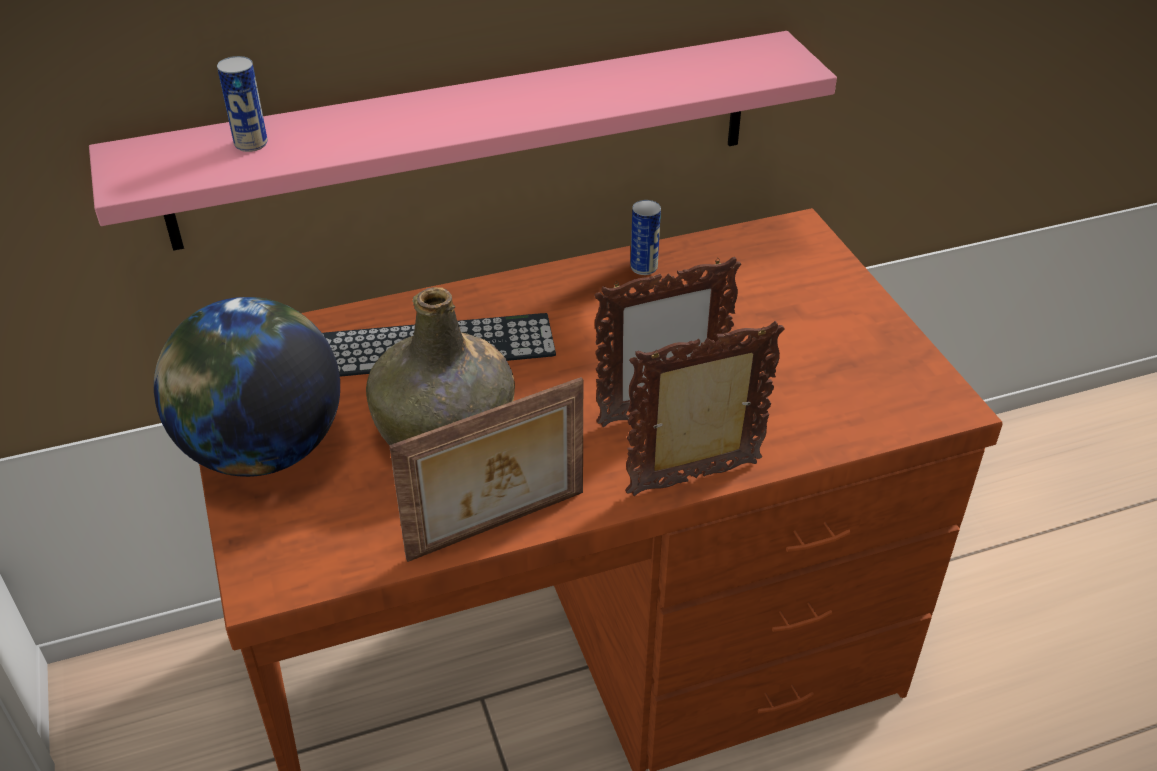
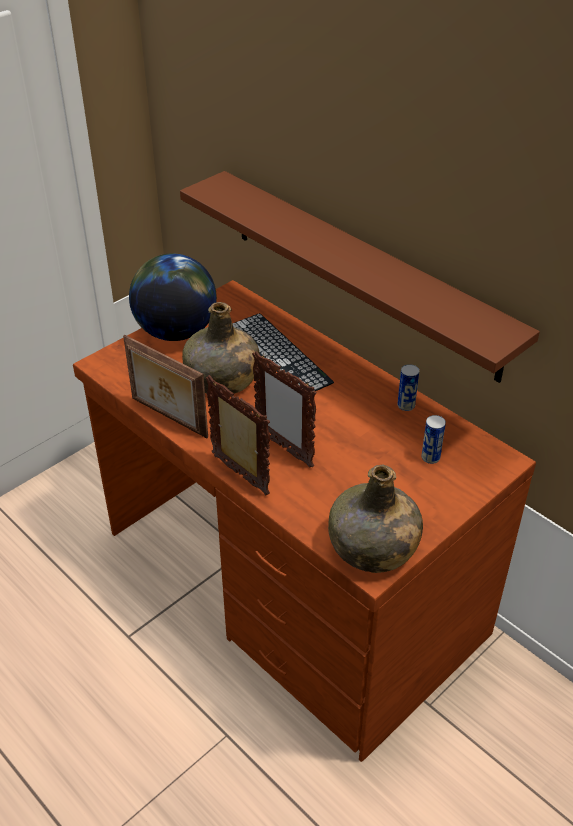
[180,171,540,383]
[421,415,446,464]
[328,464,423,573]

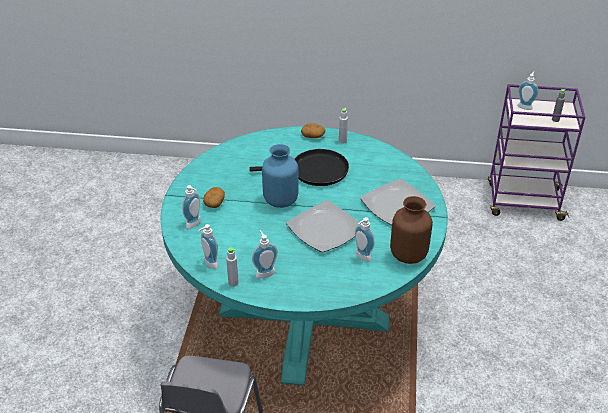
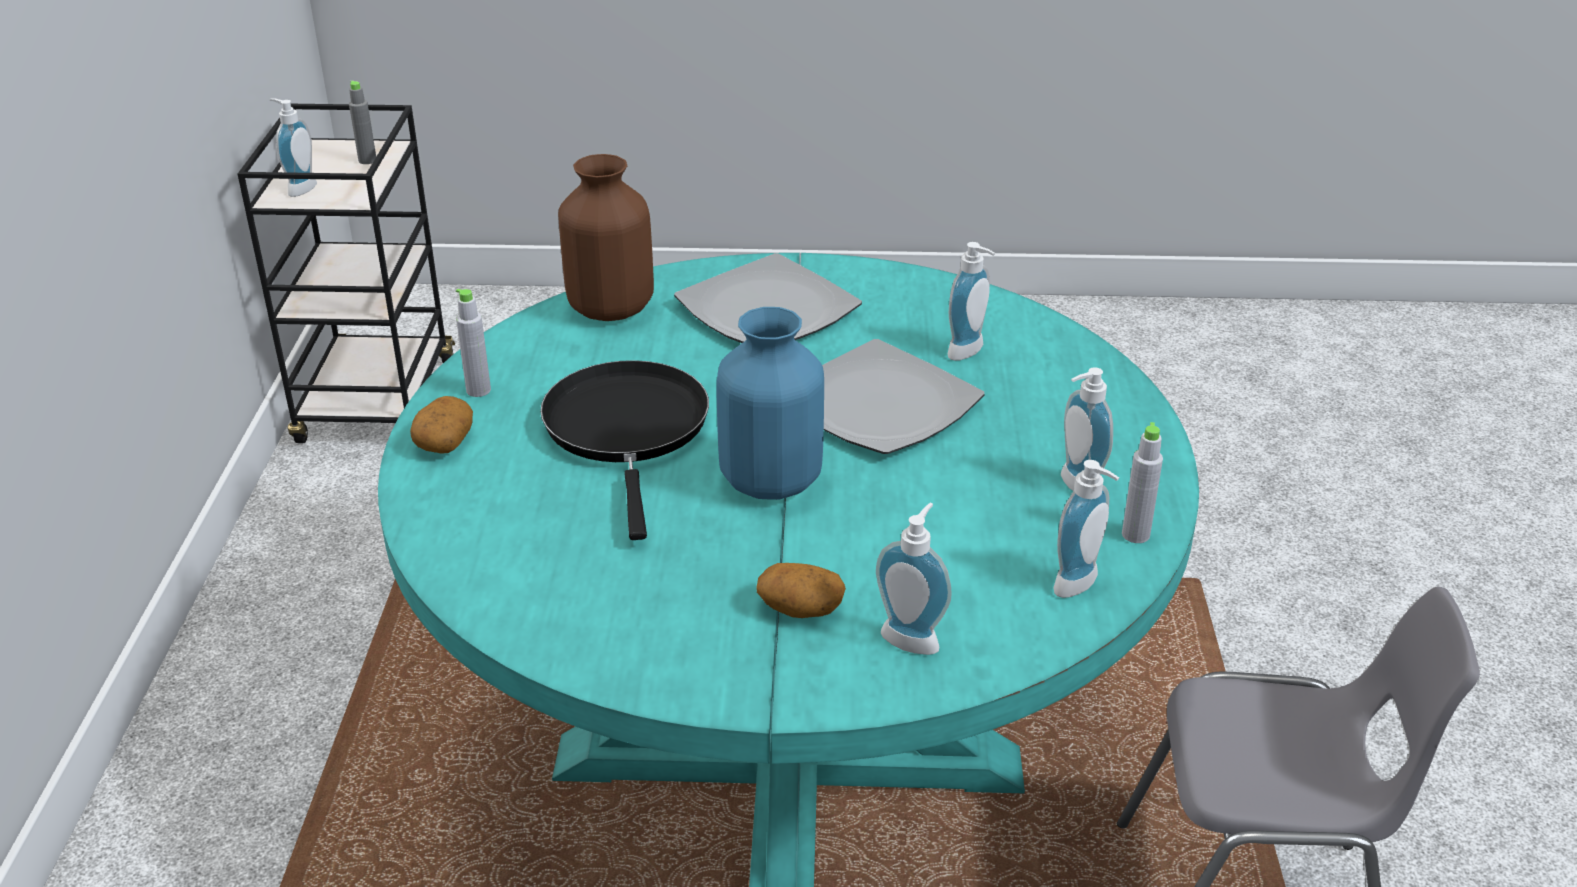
[238,104,455,443]
[558,154,654,321]

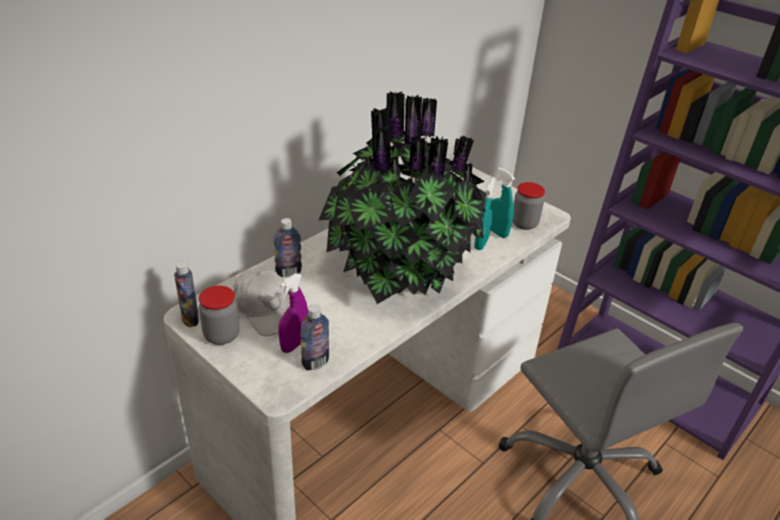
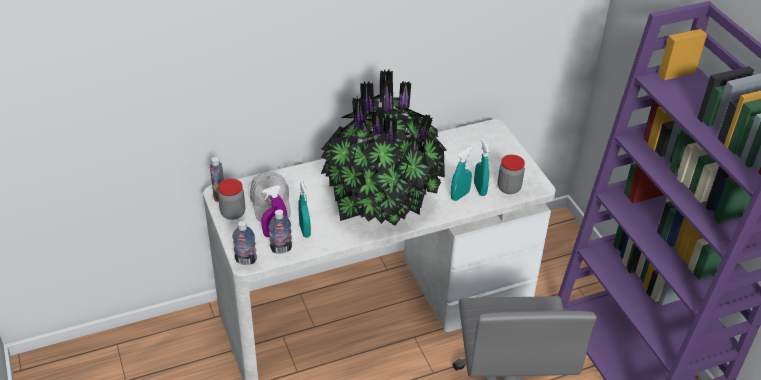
[232,221,257,265]
[298,182,311,238]

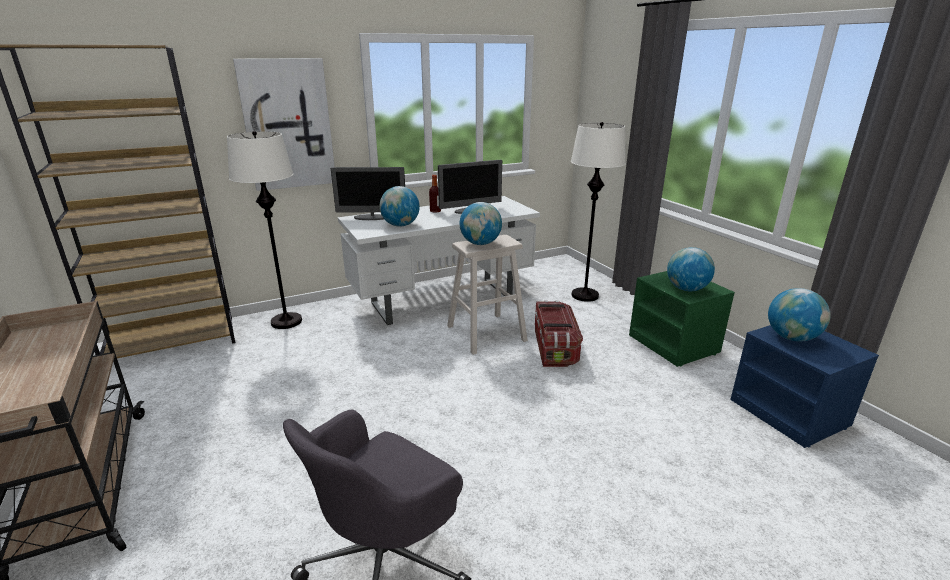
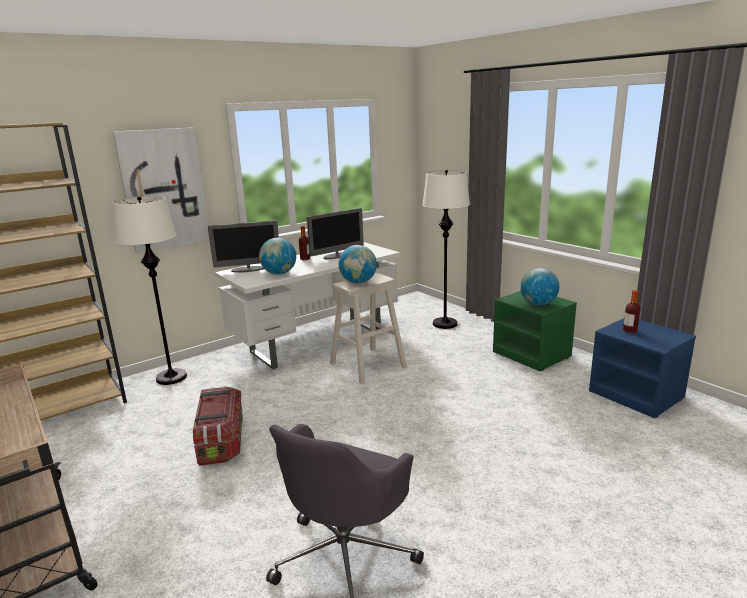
[623,290,640,333]
[193,386,243,466]

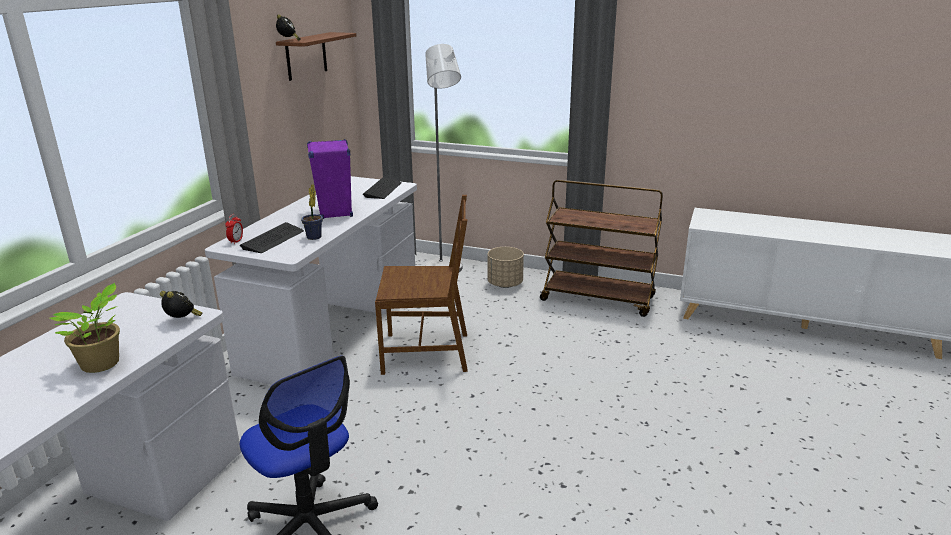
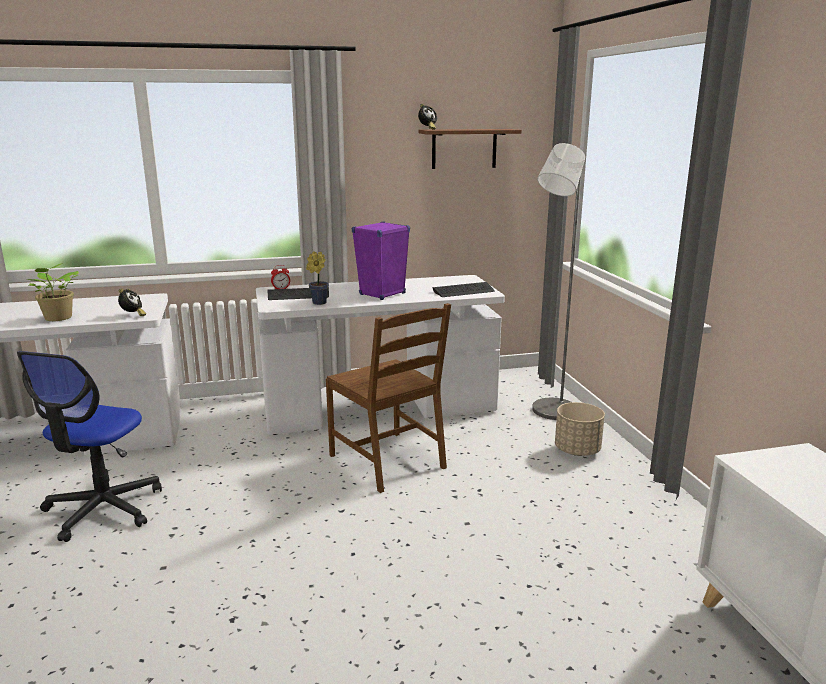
[540,180,663,317] (first image)

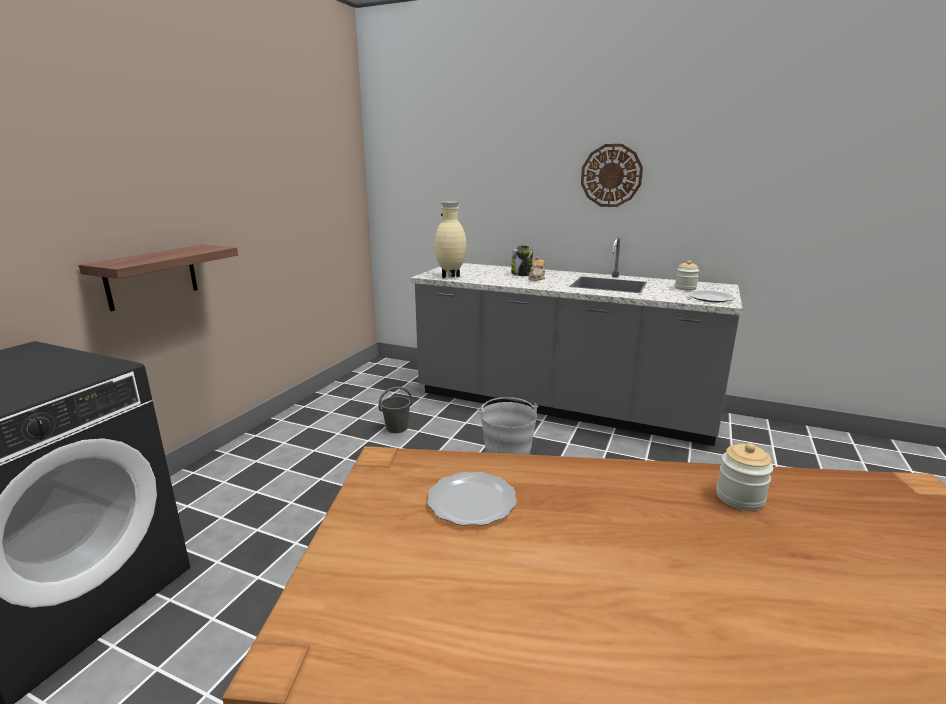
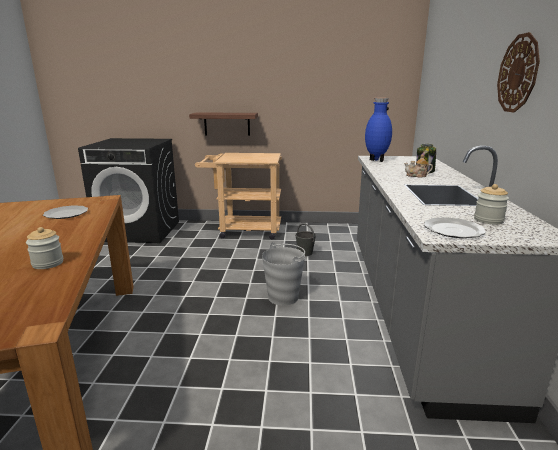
[365,98,392,162]
[195,153,282,239]

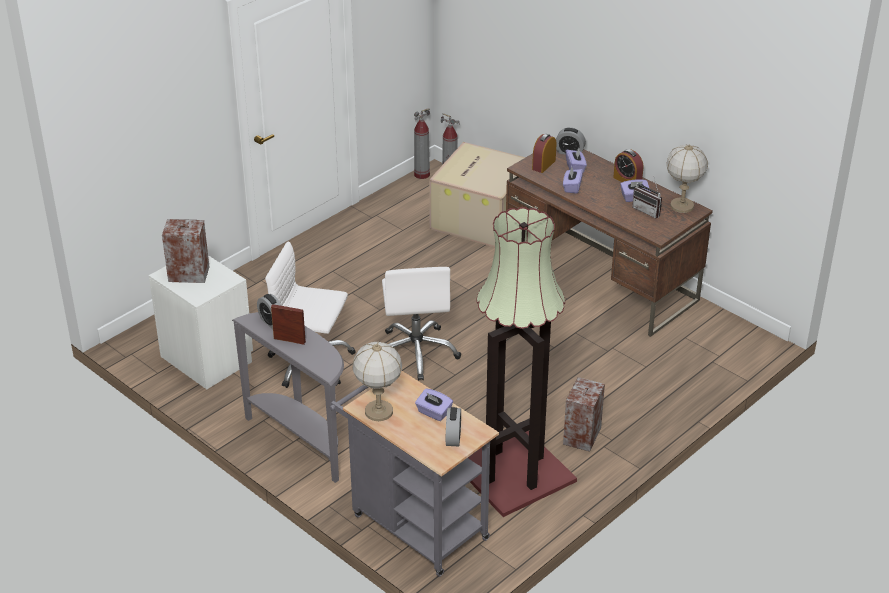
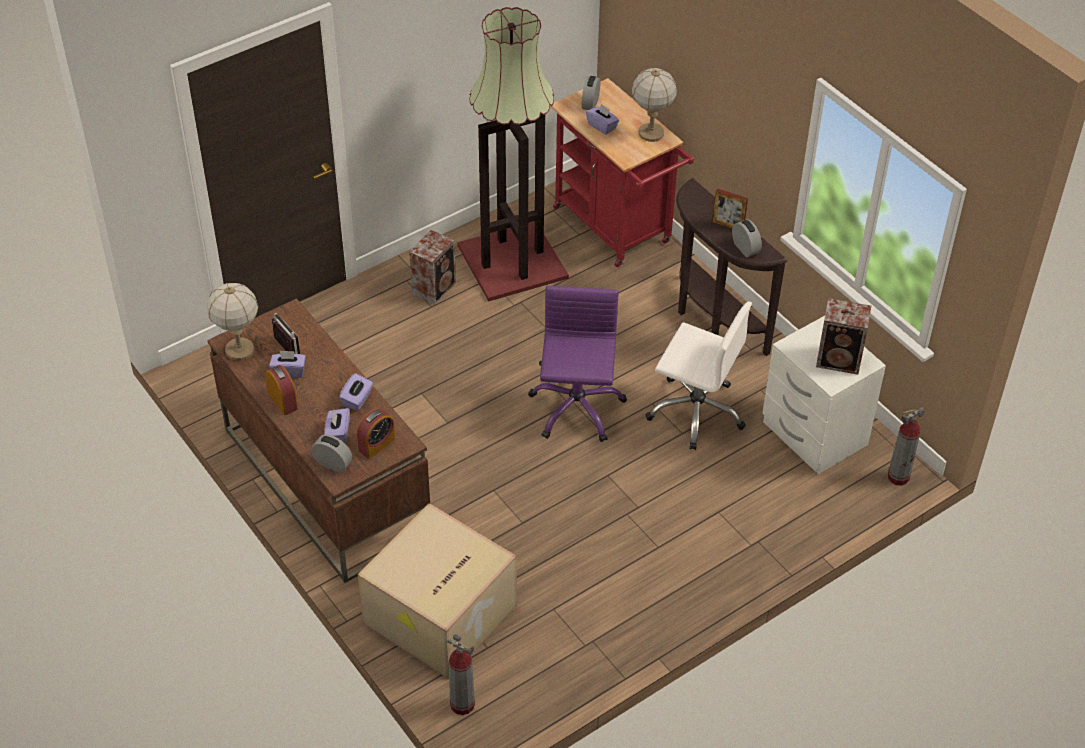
[888,407,925,486]
[528,286,627,442]
[676,178,788,356]
[550,78,694,267]

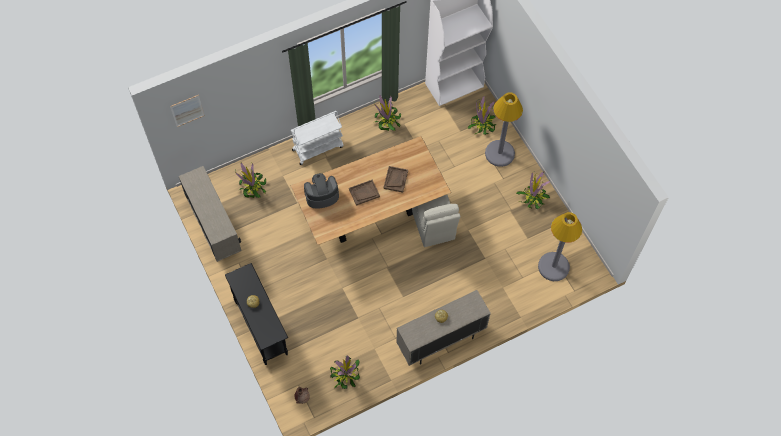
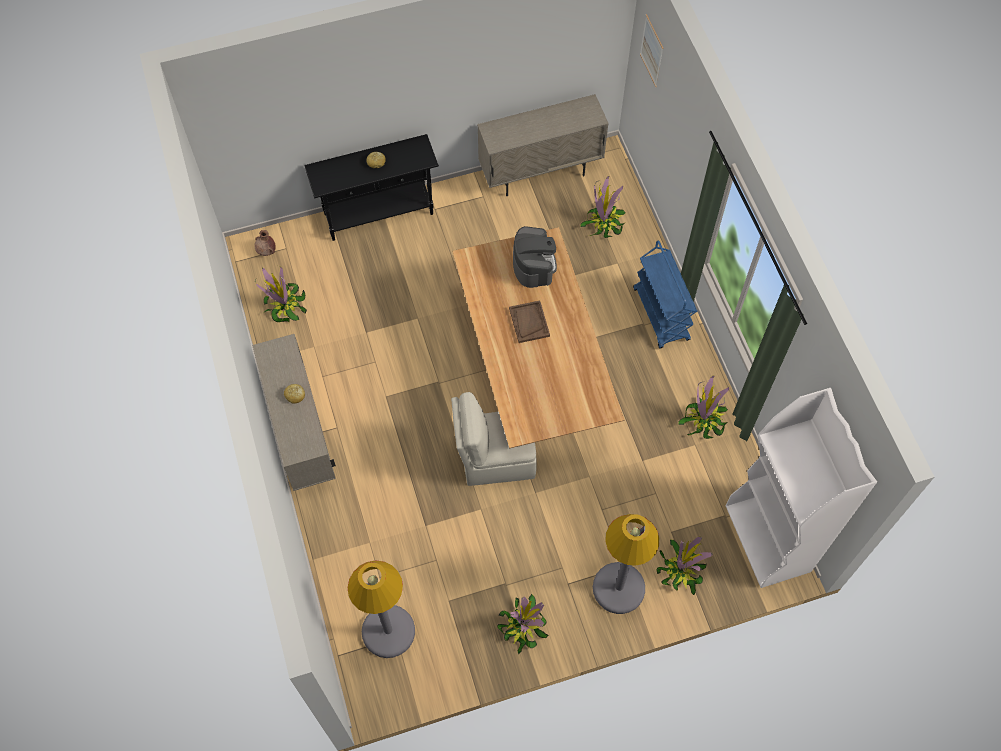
[633,240,697,349]
[383,166,408,193] (first image)

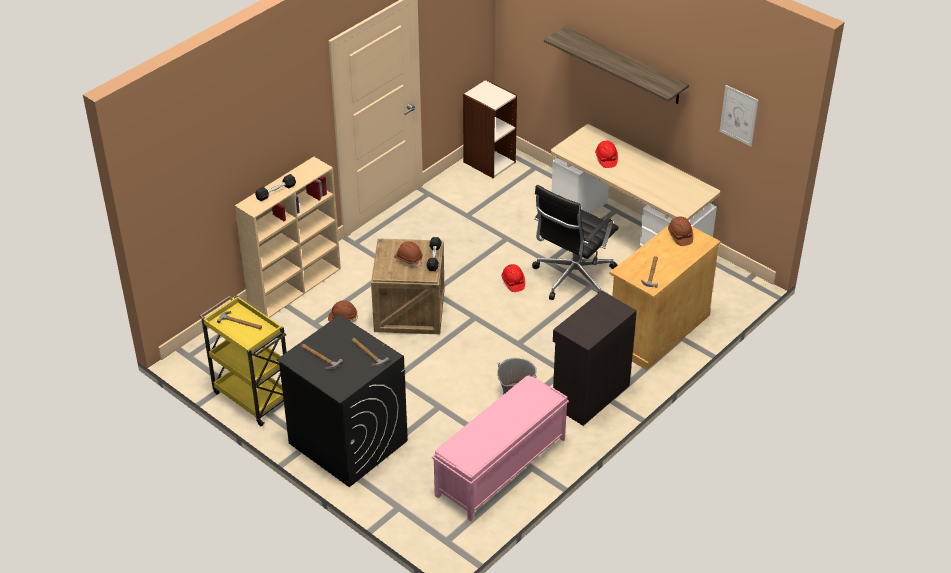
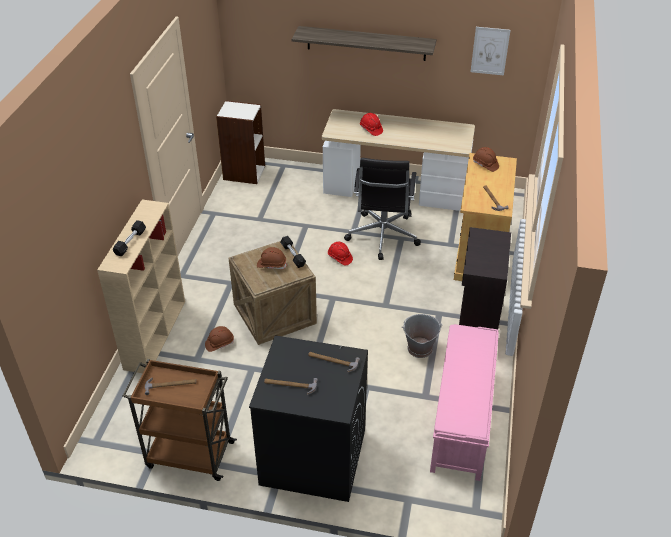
[122,359,237,481]

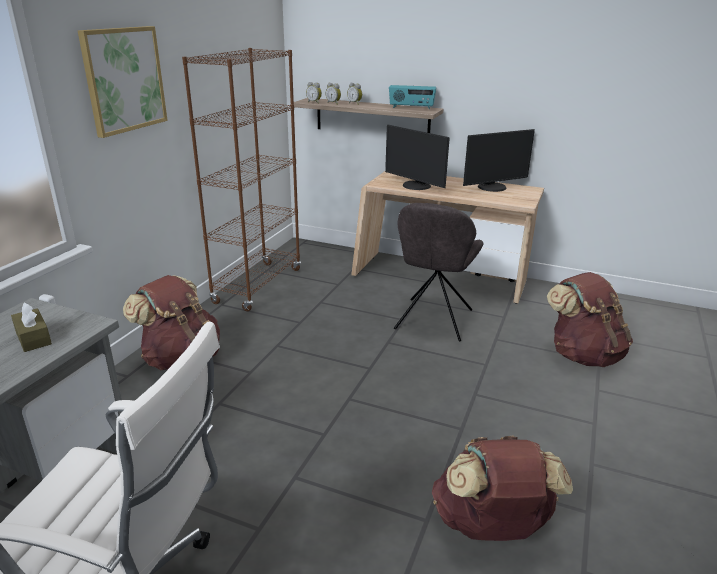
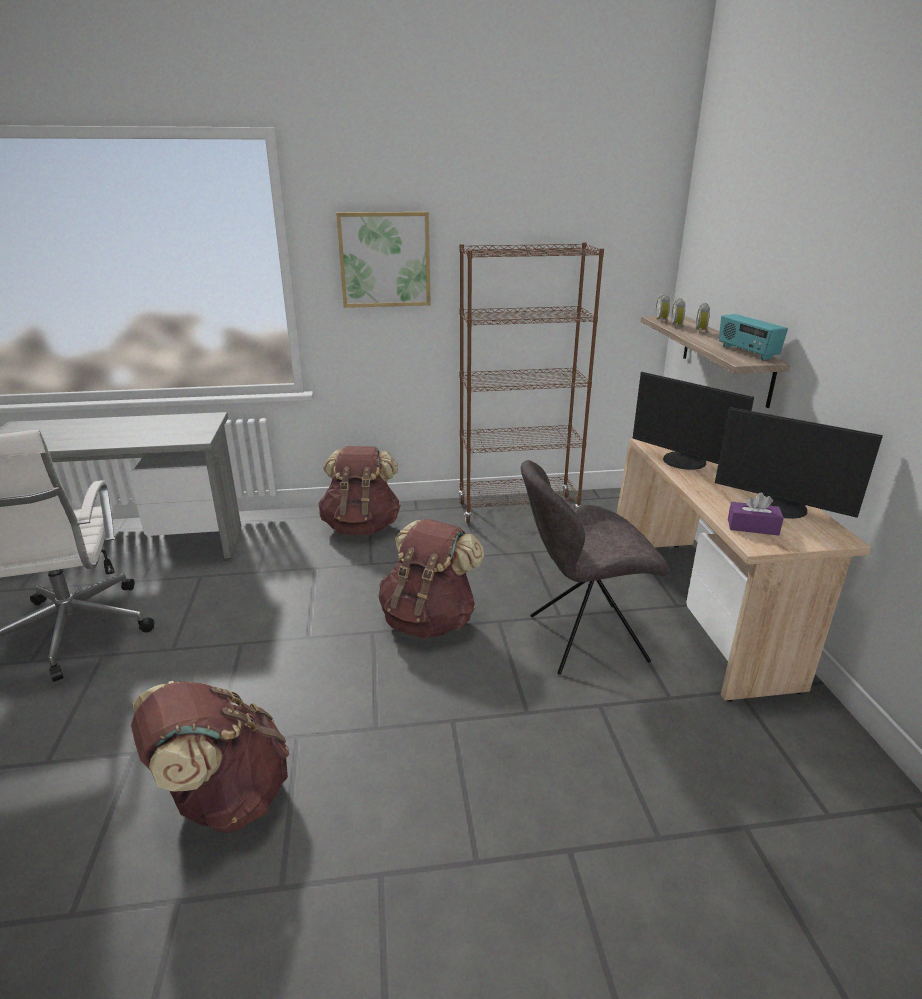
[633,372,754,470]
[379,519,484,639]
[11,303,52,352] (first image)
[728,493,784,536]

